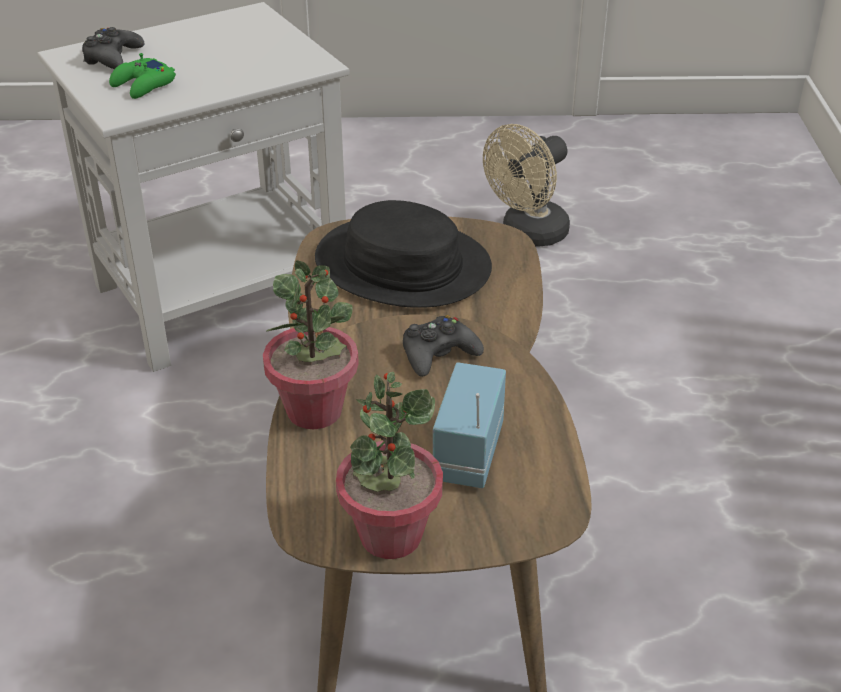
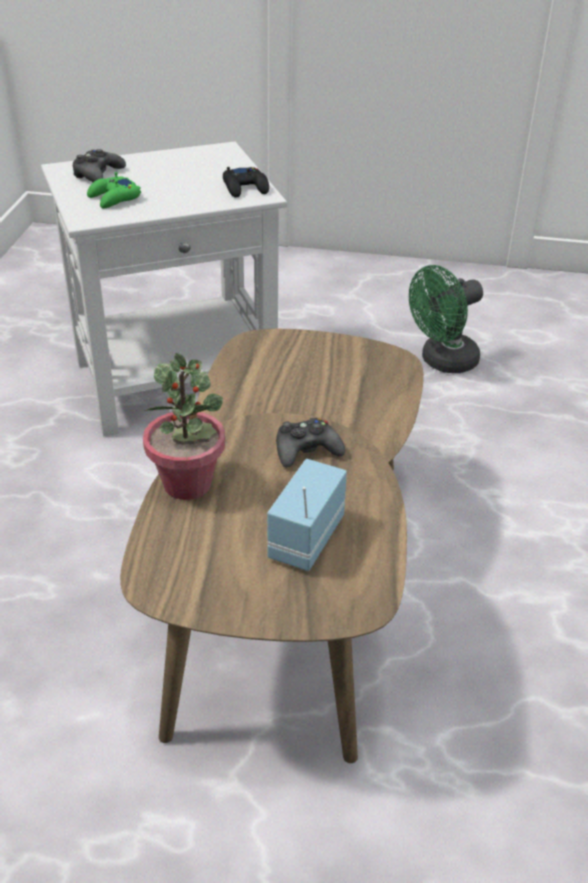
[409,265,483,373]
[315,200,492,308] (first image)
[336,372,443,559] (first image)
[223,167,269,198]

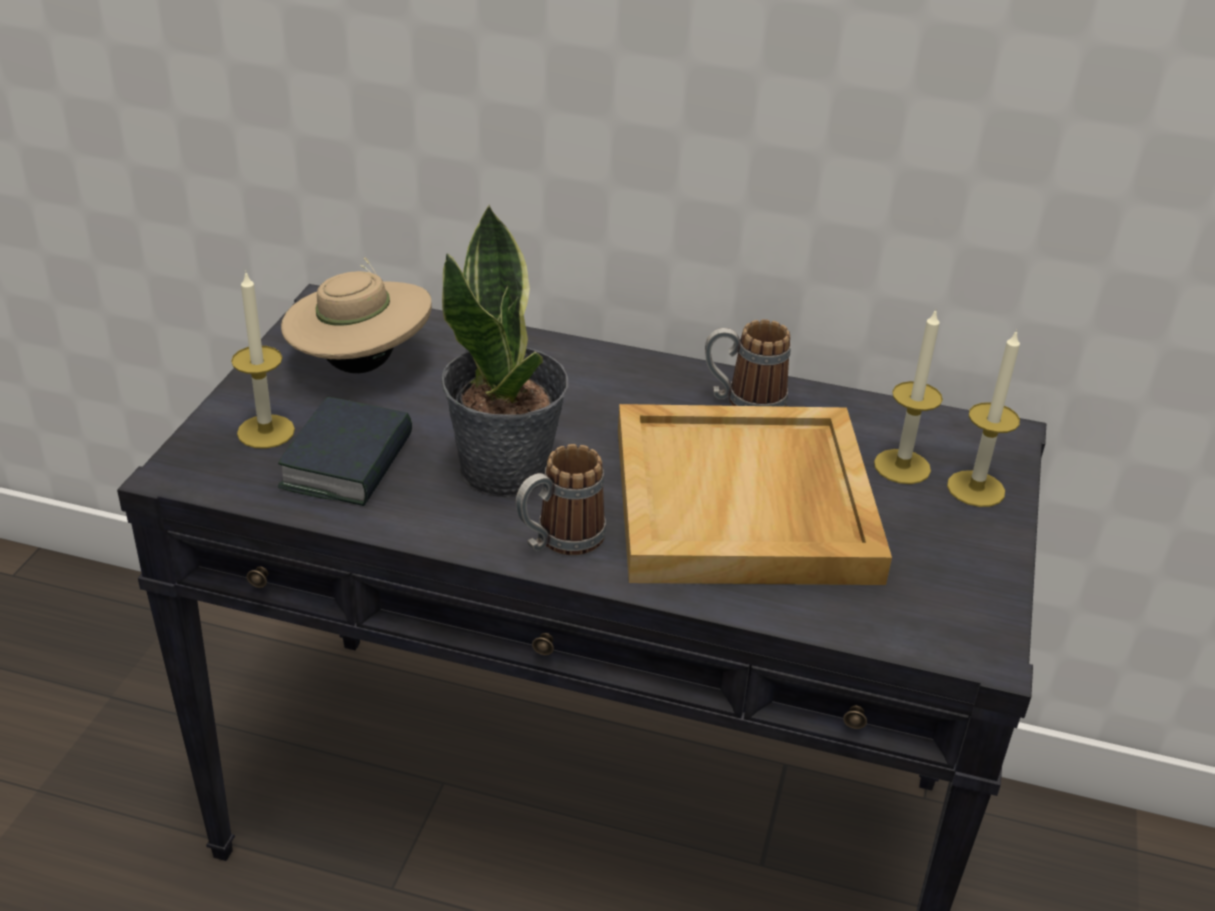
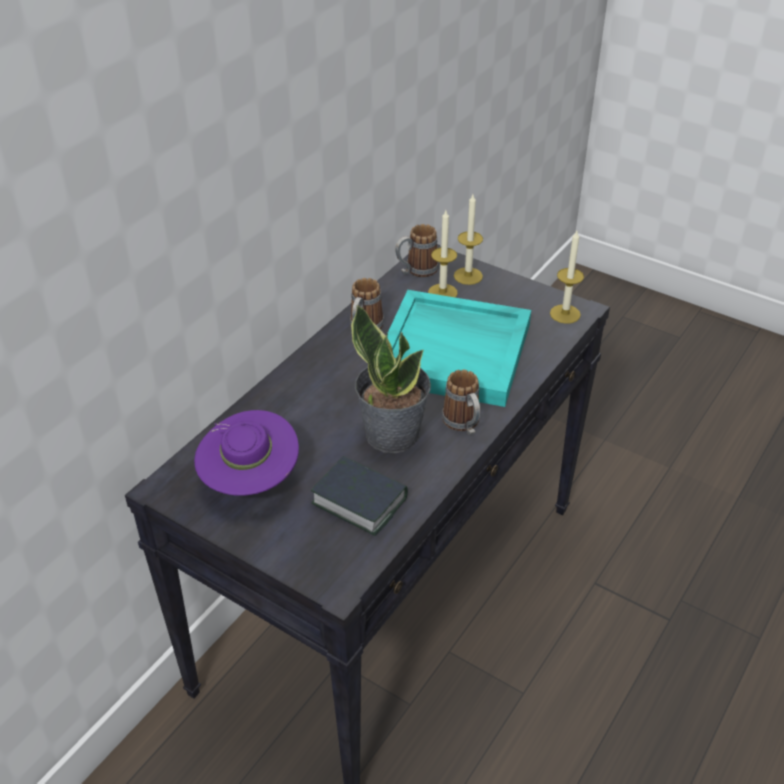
[194,410,299,495]
[550,231,584,324]
[387,290,531,407]
[395,224,439,277]

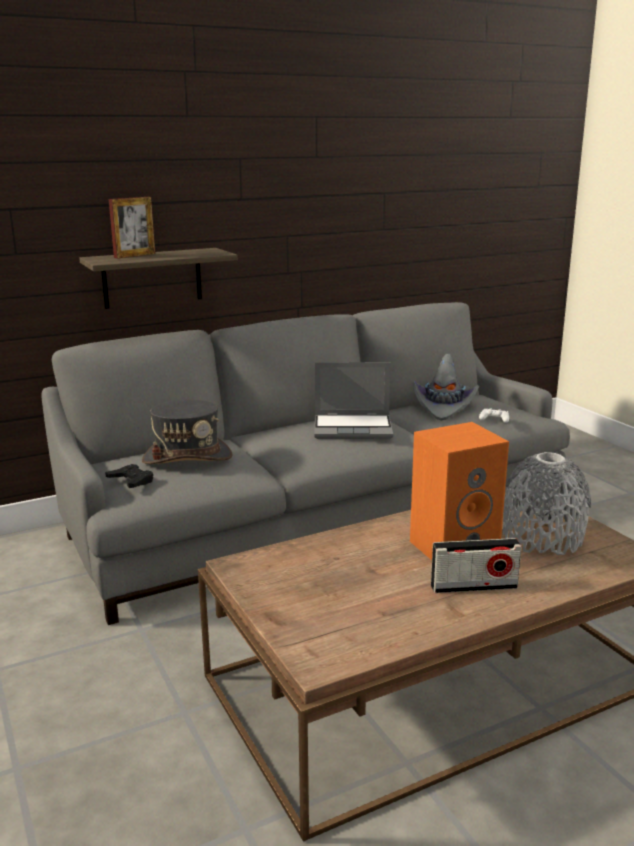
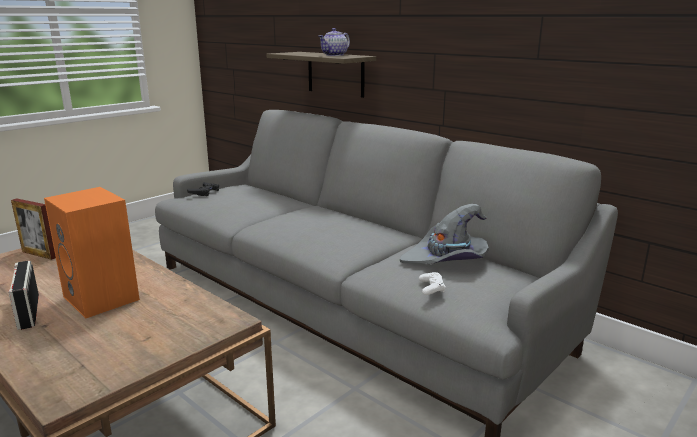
[11,198,56,260]
[314,362,393,439] (first image)
[142,400,233,464] (first image)
[503,452,591,555] (first image)
[318,28,350,56]

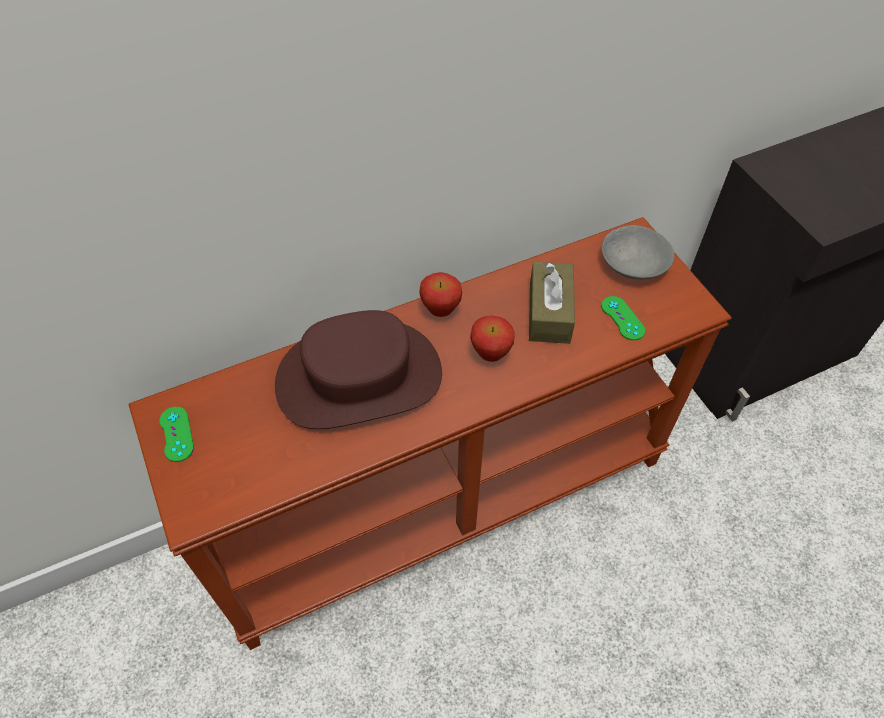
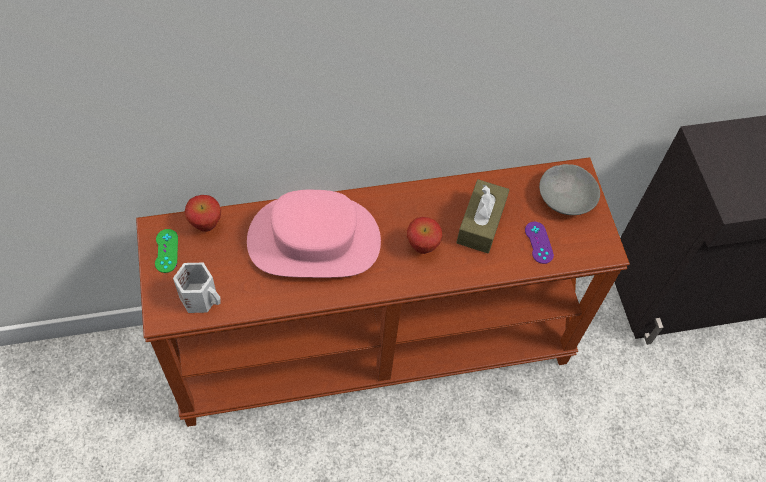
[185,195,221,232]
[525,222,554,264]
[247,190,381,278]
[173,263,221,313]

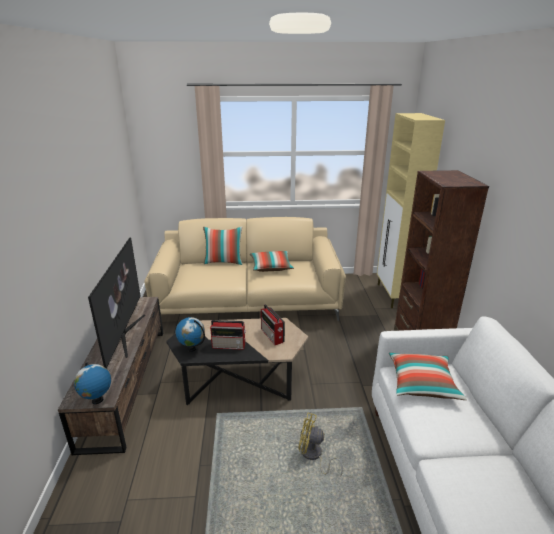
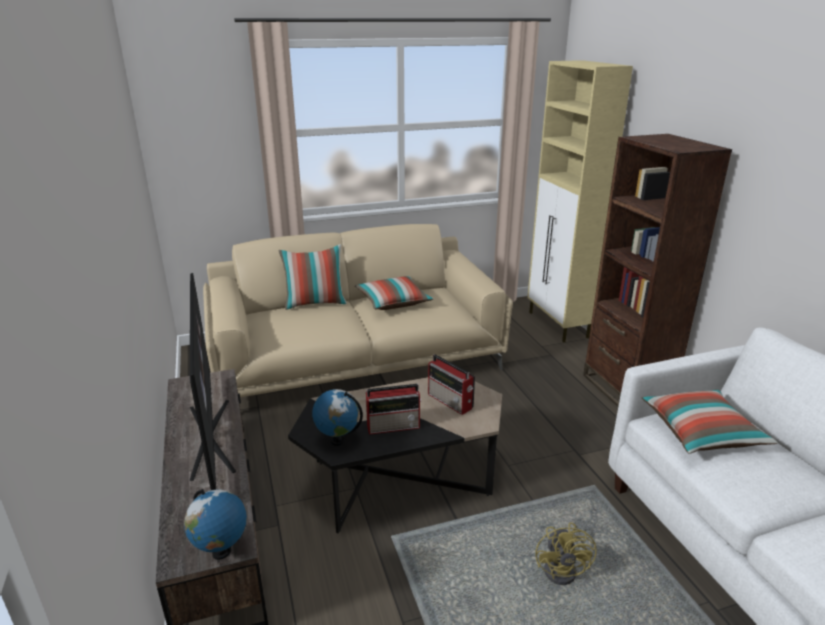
[535,522,597,585]

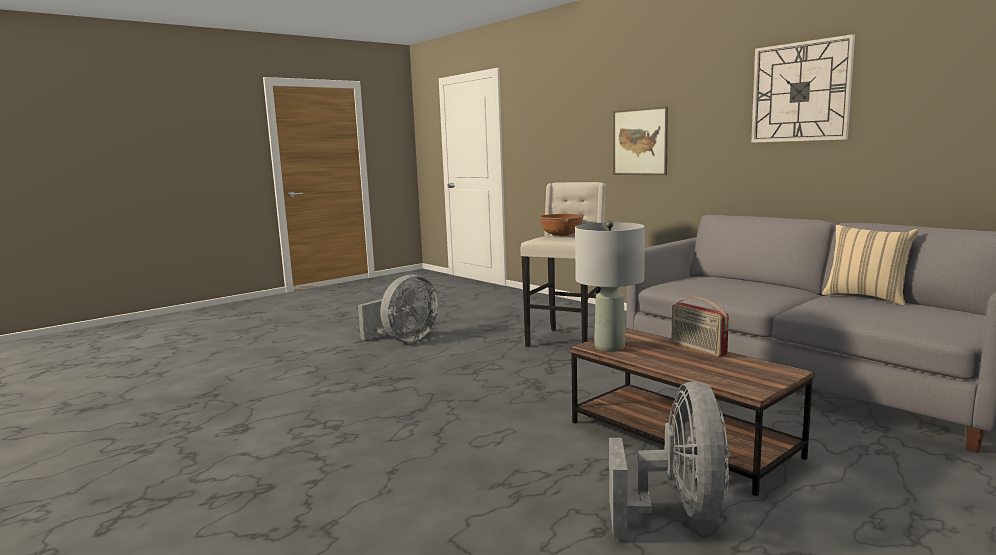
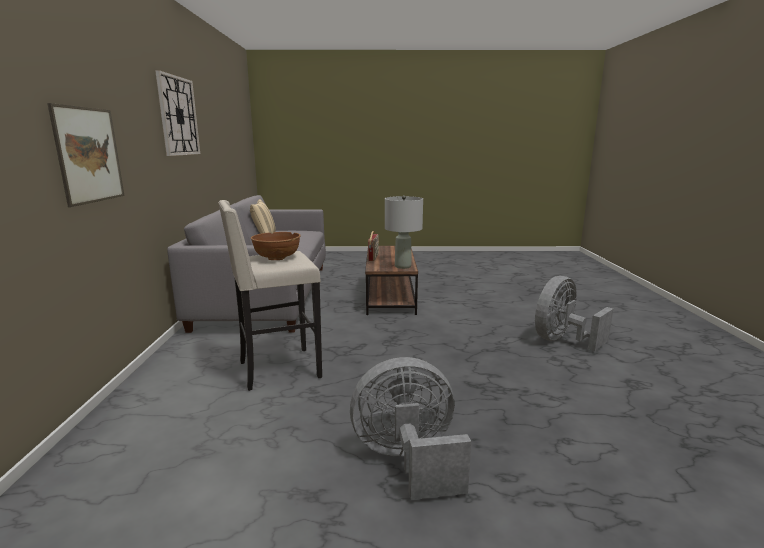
[535,276,613,351]

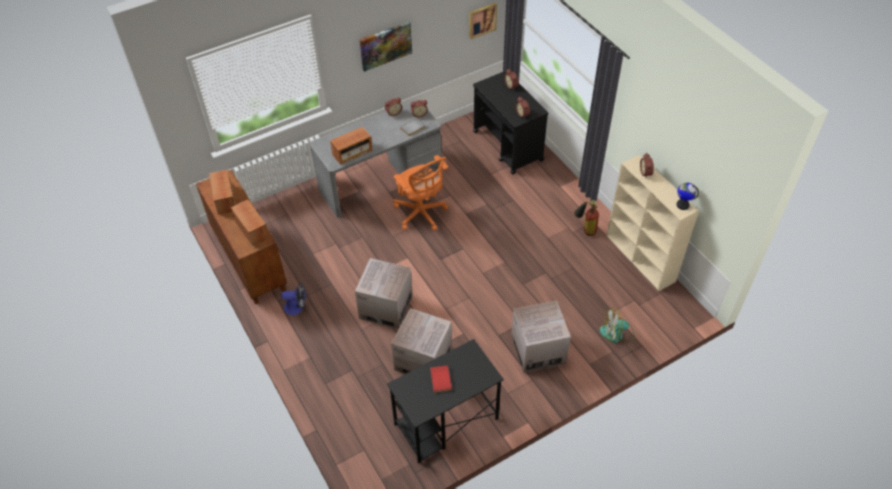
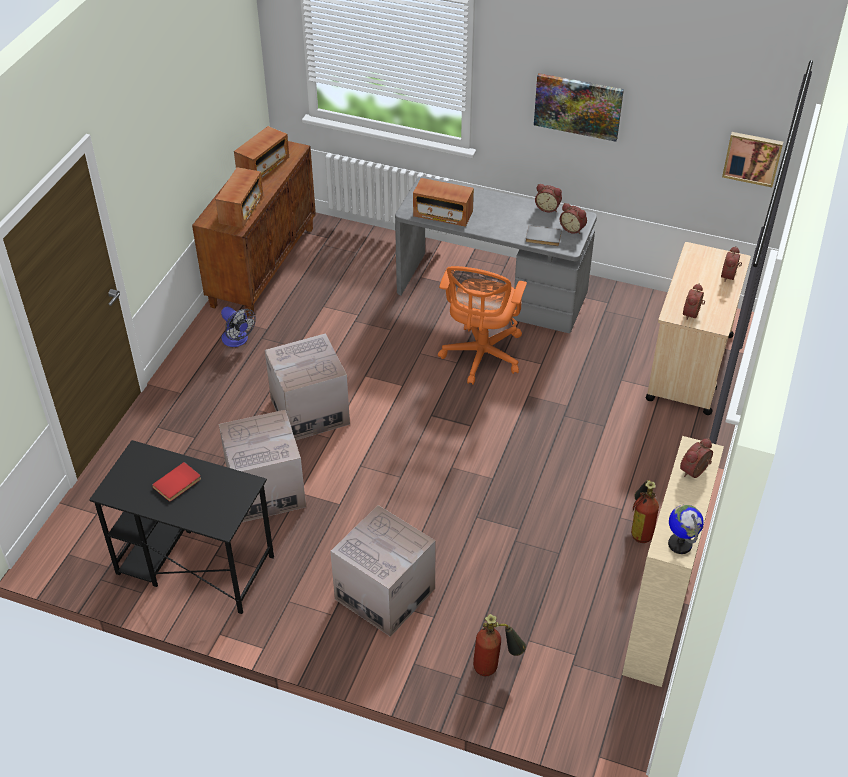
[646,242,751,415]
[473,614,526,676]

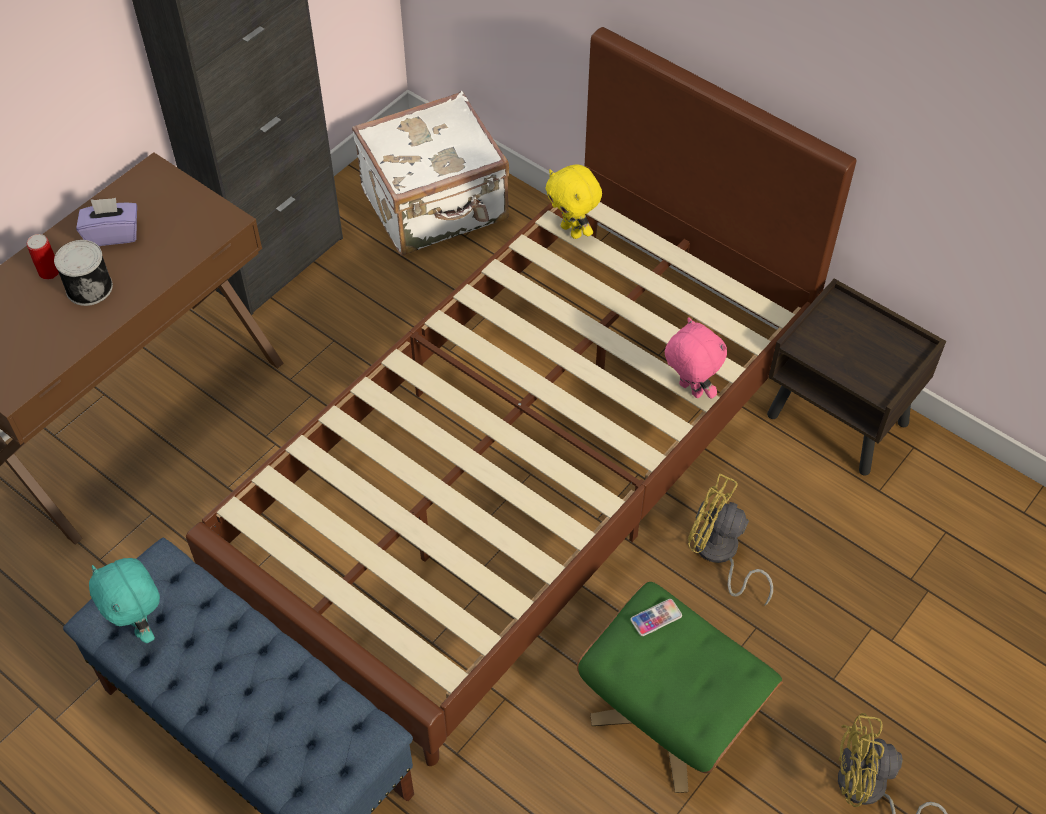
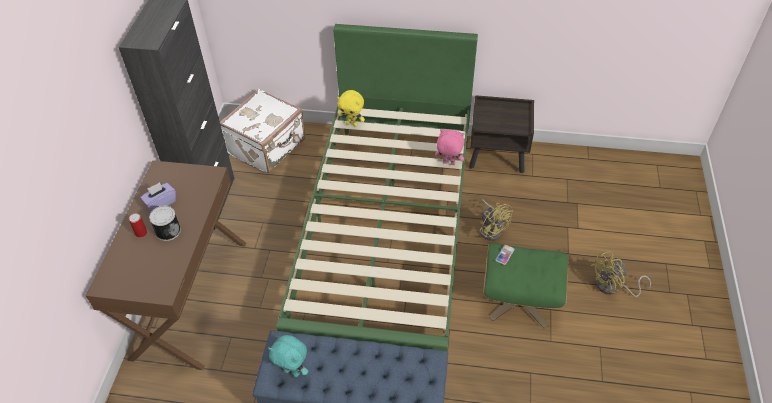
[276,24,478,351]
[480,199,513,241]

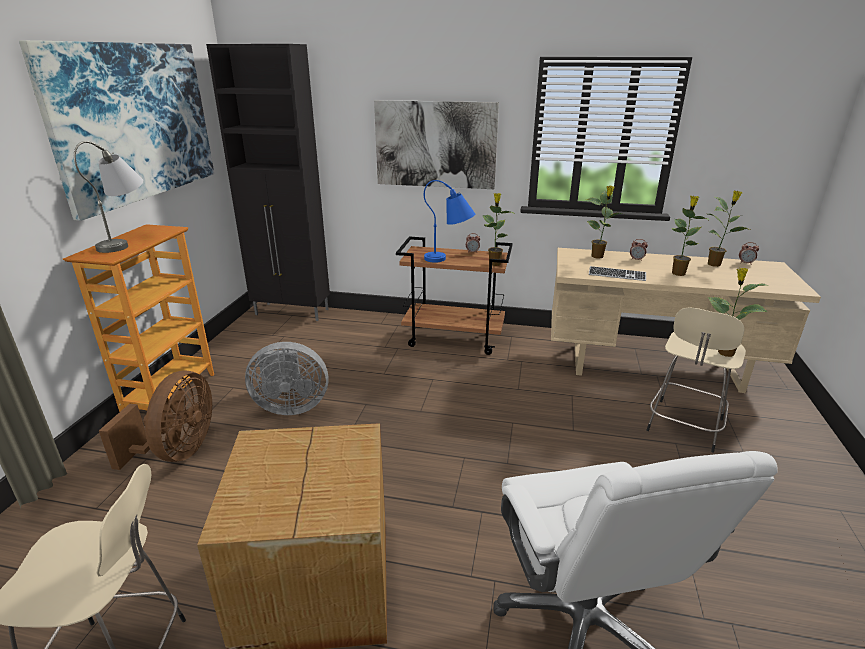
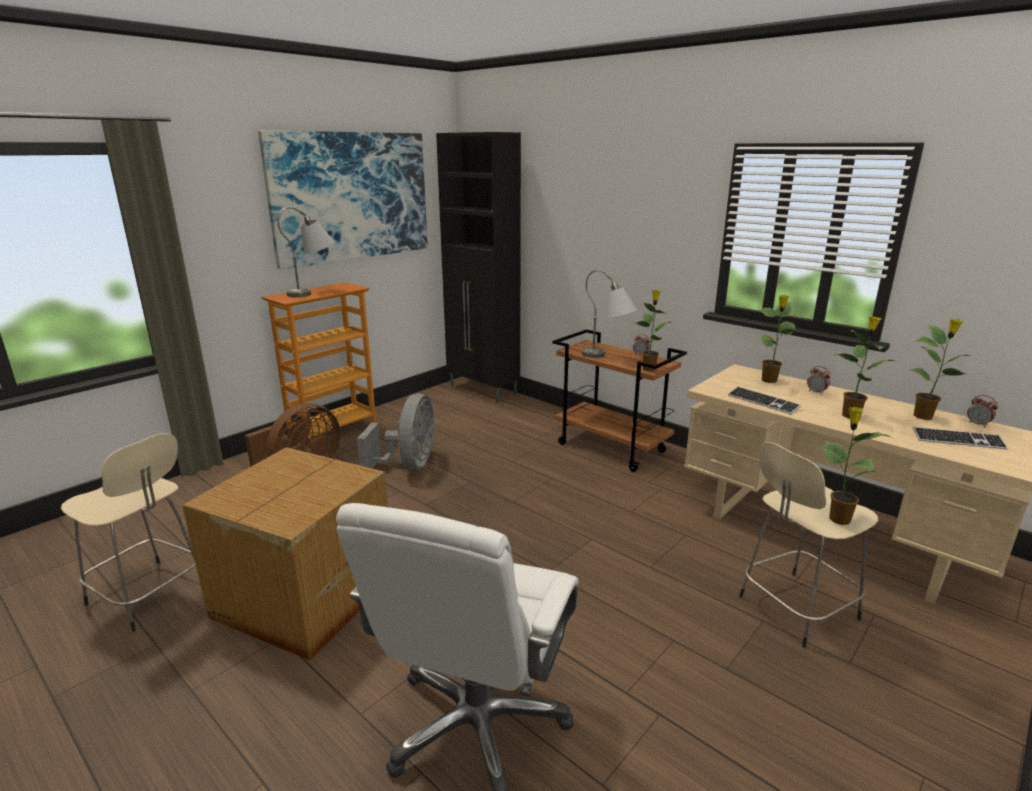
[374,100,499,189] (first image)
[582,270,637,358]
[357,394,435,469]
[913,427,1008,450]

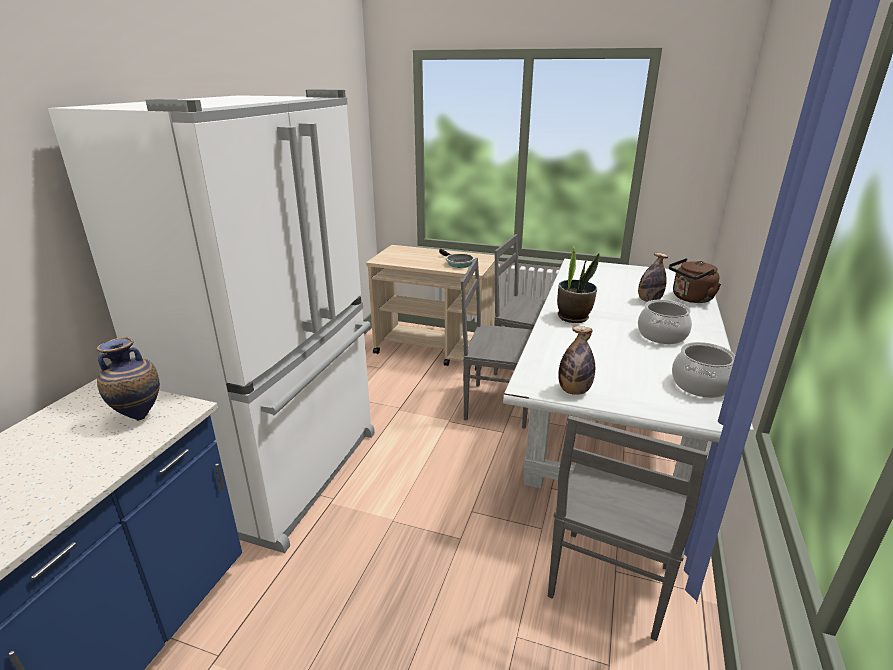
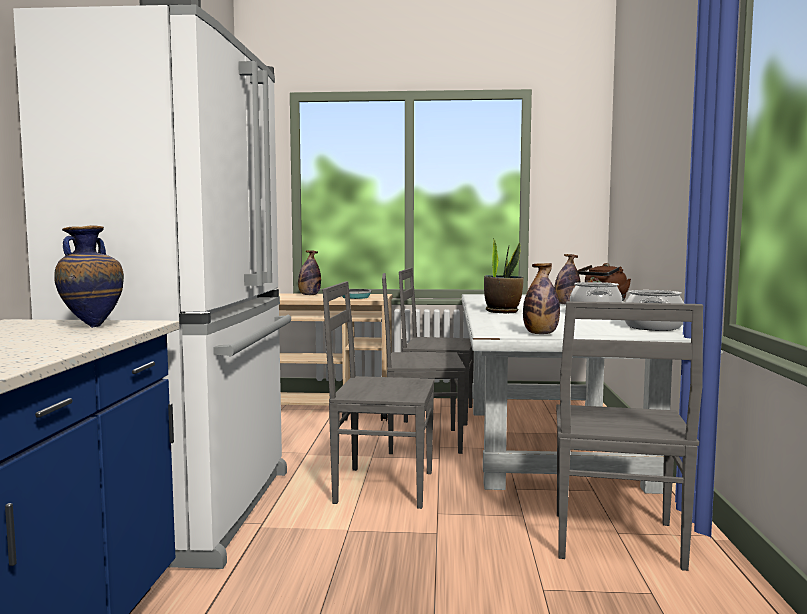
[298,250,321,295]
[322,281,435,509]

